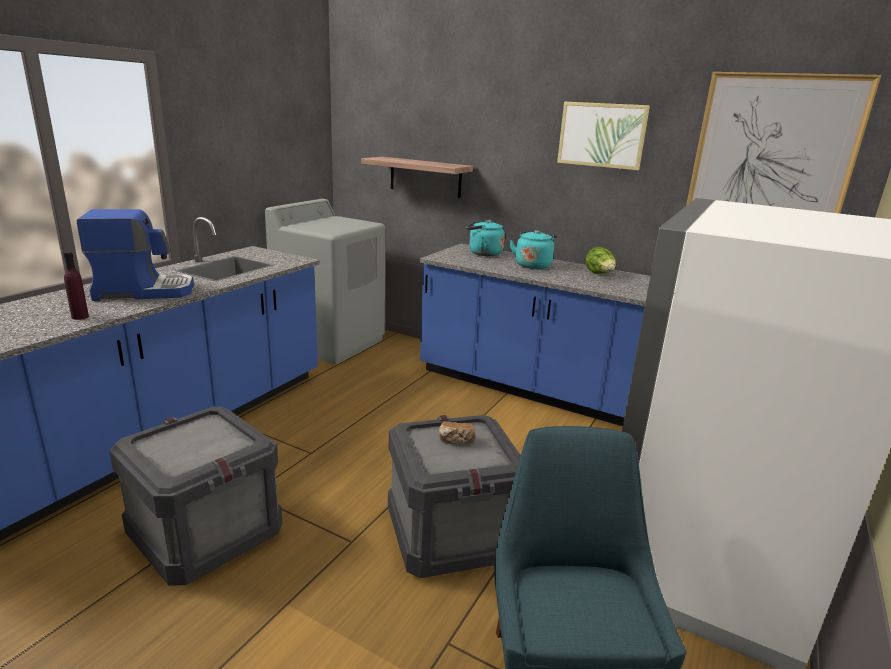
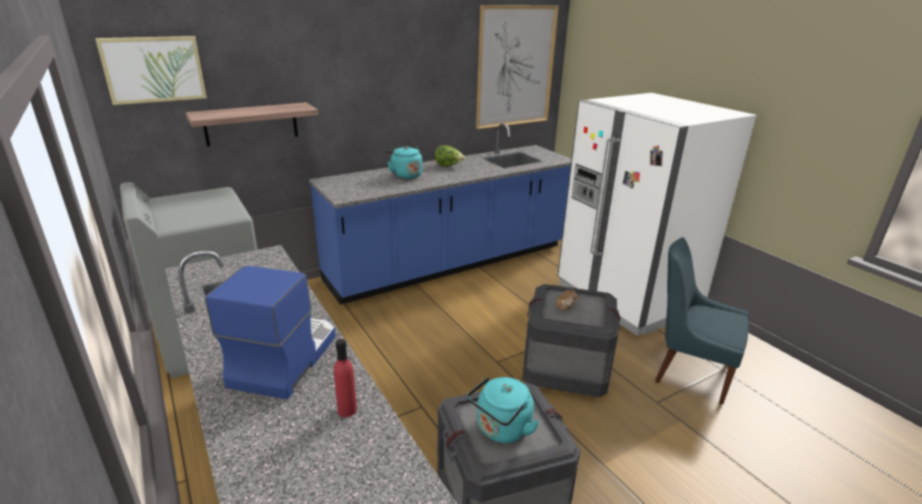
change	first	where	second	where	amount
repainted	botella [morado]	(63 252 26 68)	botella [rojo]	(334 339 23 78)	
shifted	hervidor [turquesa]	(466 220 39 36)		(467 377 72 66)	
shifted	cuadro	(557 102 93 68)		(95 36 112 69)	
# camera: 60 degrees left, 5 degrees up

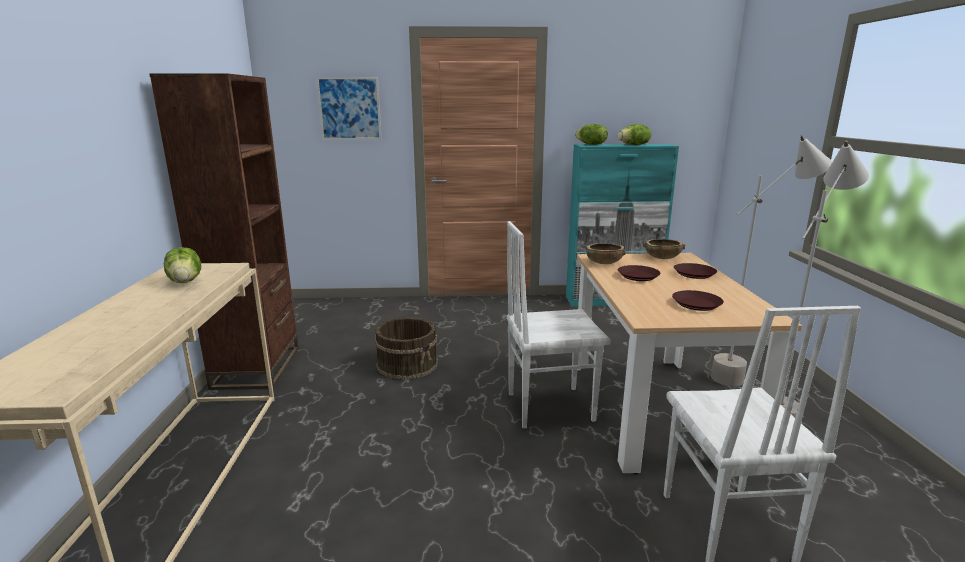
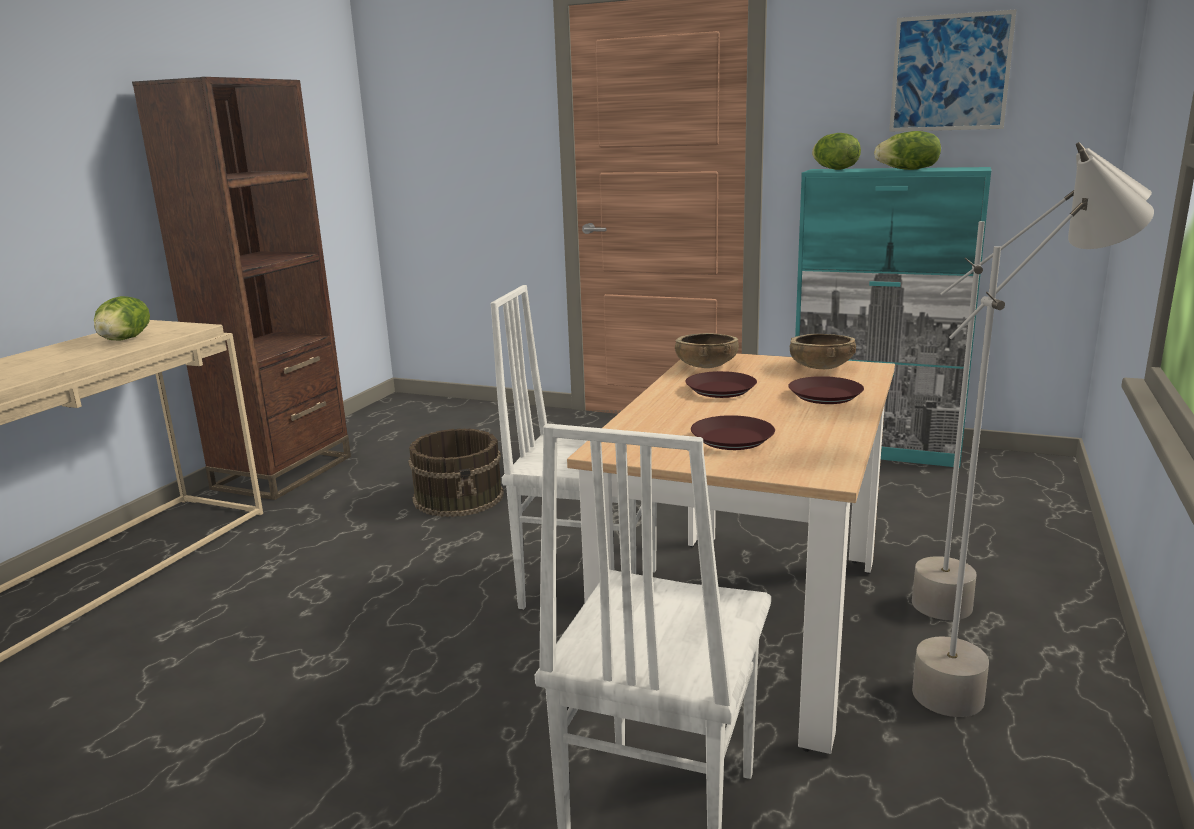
change	first	where	second	where	amount
shifted	cuadro	(316 77 66 63)		(889 9 128 123)	
# camera: 25 degrees right, 0 degrees up

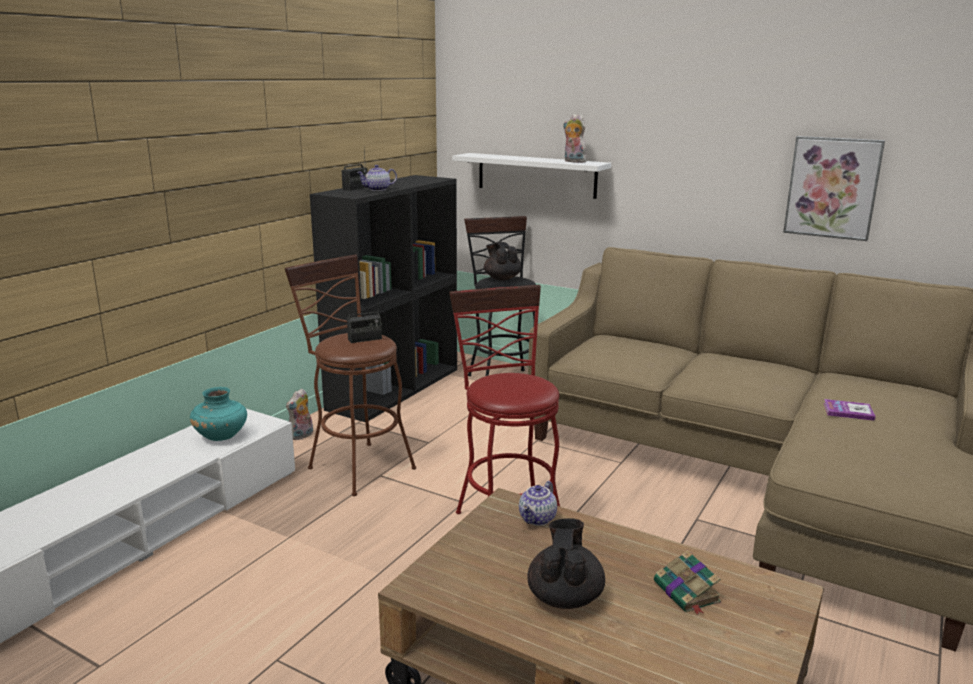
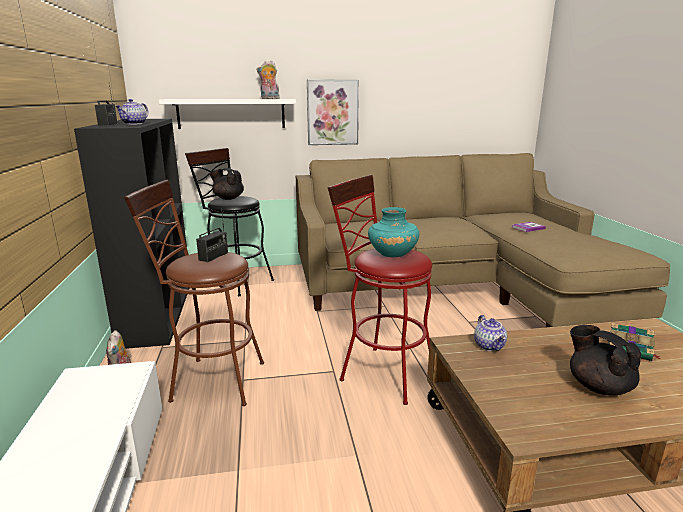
change	first	where	second	where	amount
shifted	florero [turquesa]	(190 387 57 54)		(368 207 52 50)	
shifted	cuadro	(783 136 102 105)		(307 79 52 66)	
# camera: 40 degrees left, 0 degrees up

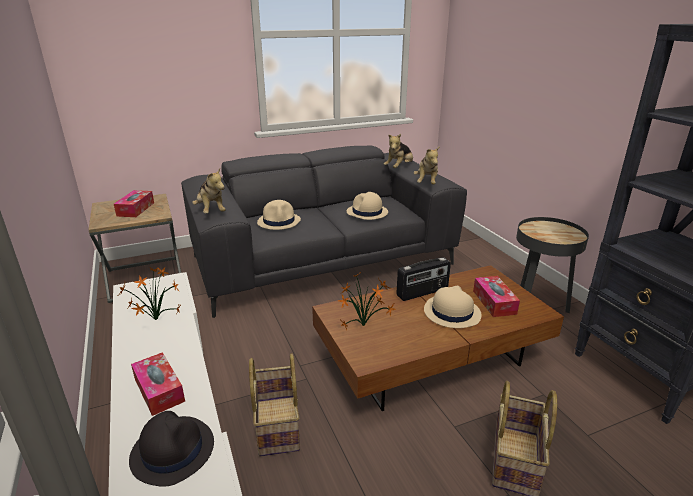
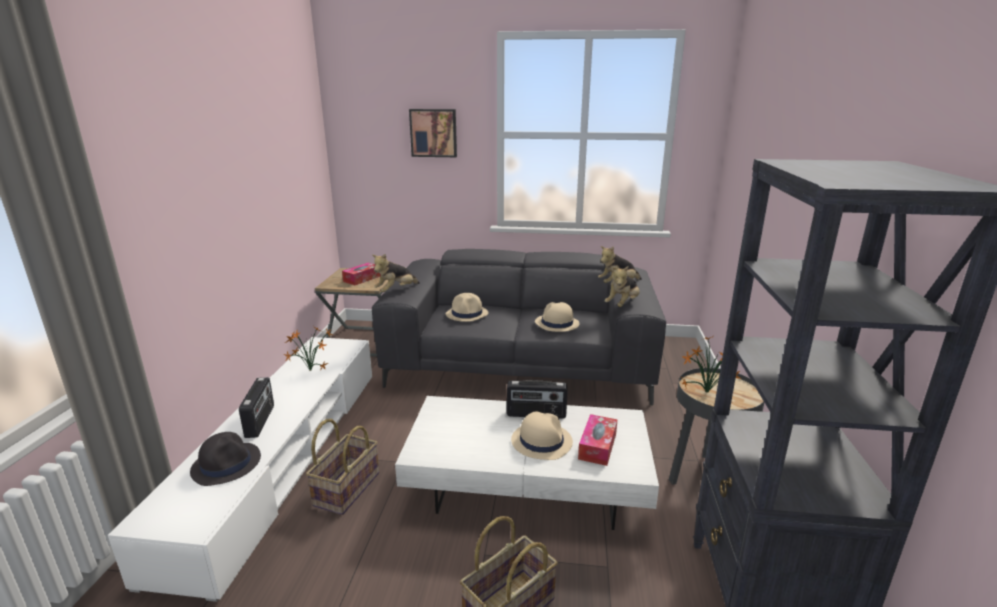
change	first	where	second	where	amount
swapped	caja de pañuelos	(131 352 54 64)	radio	(239 377 35 61)	
rotated	peluche	(192 168 34 46)		(372 254 48 38)	45 degrees clockwise
repainted	mesa de centro [marrón]	(312 265 252 146)	mesa de centro [blanco]	(395 396 264 134)	
shifted	planta en maceta	(338 274 58 56)		(681 336 60 57)	
new			cuadro	(409 109 48 48)	
# camera: 30 degrees right, 5 degrees down

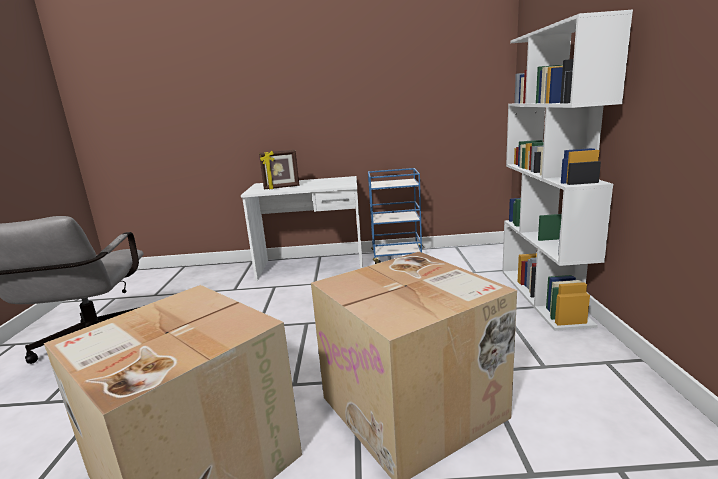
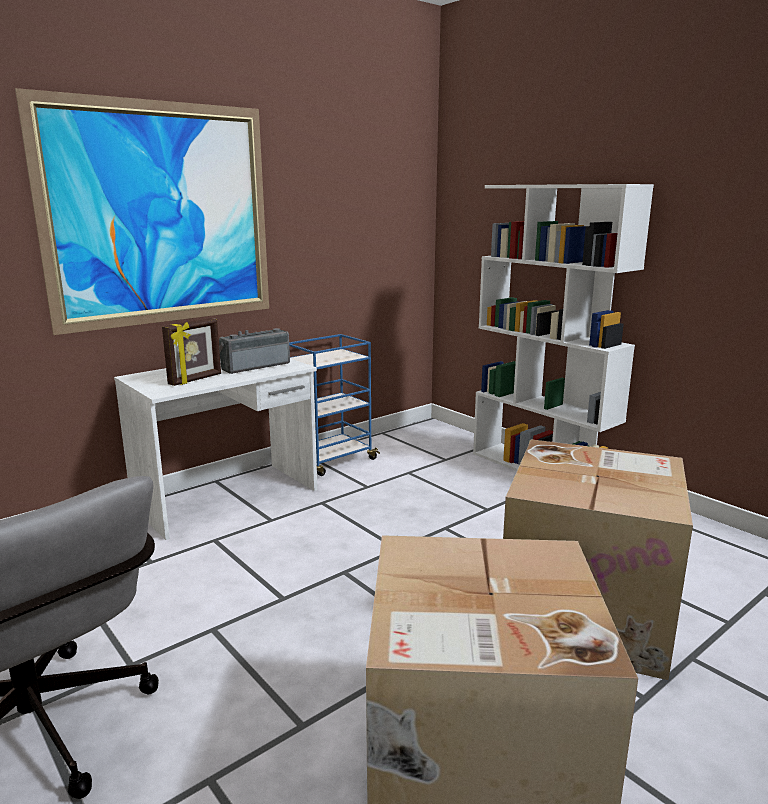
change	first	where	second	where	amount
new			cuadro	(15 88 254 247)	
new			radio	(219 328 71 46)	
# camera: 40 degrees left, 0 degrees up

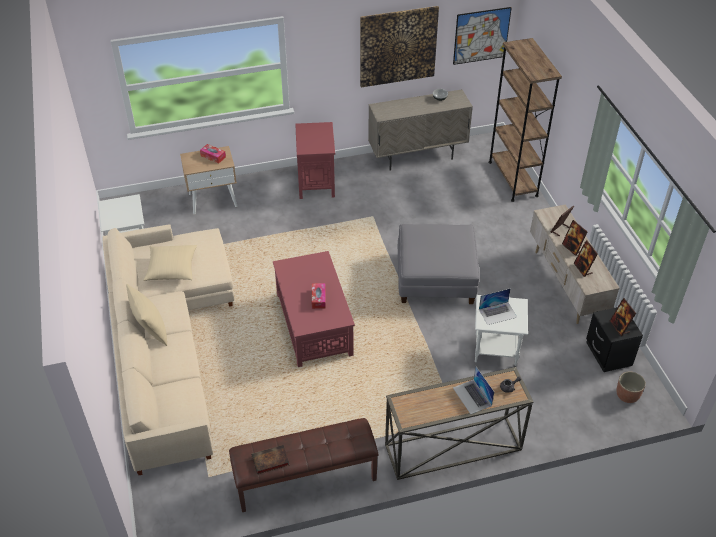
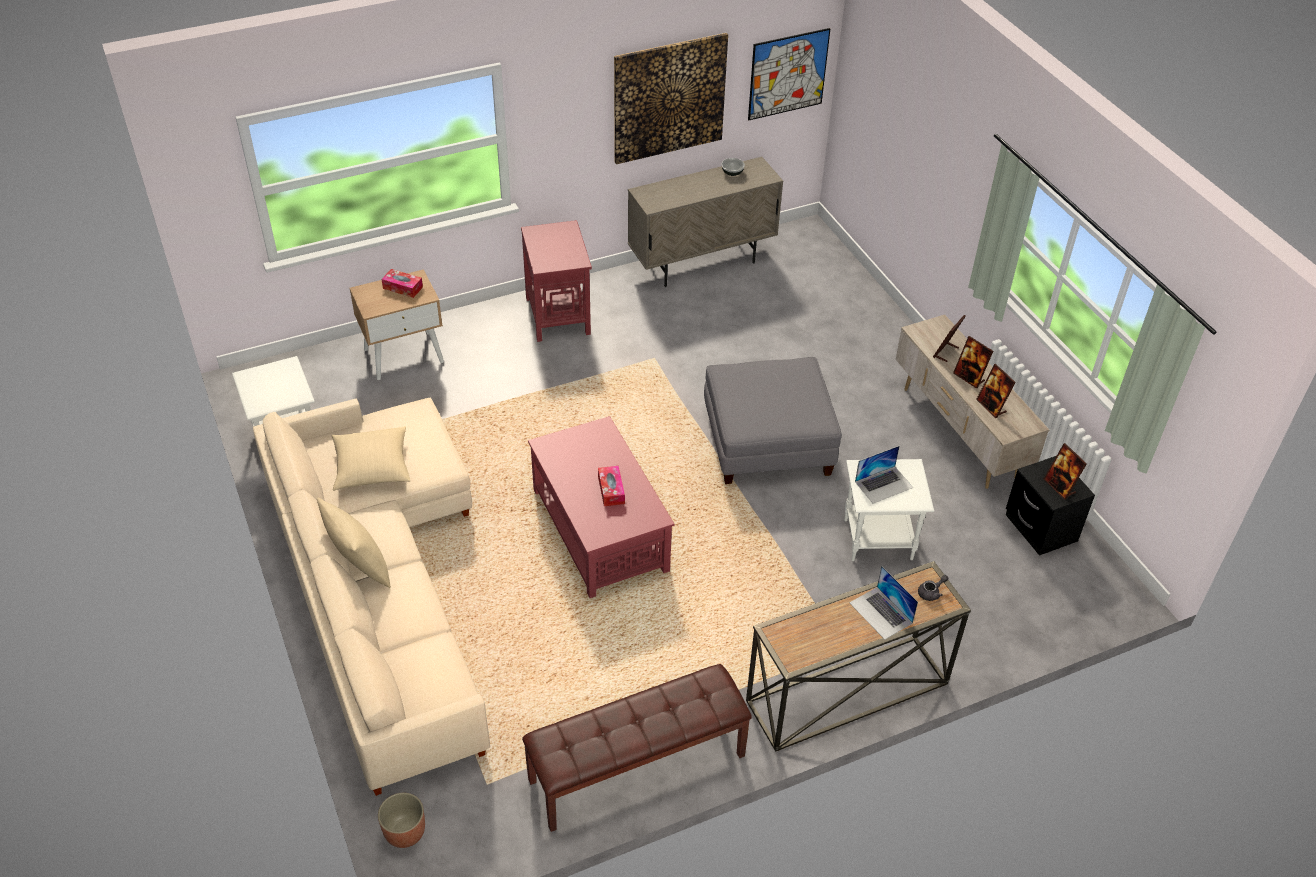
change	first	where	second	where	amount
gone	libro	(251 445 38 29)			
gone	estantería [marrón]	(488 38 74 164)			
shifted	maceta	(616 372 30 31)		(378 793 47 55)	
# camera: 10 degrees left, 0 degrees up

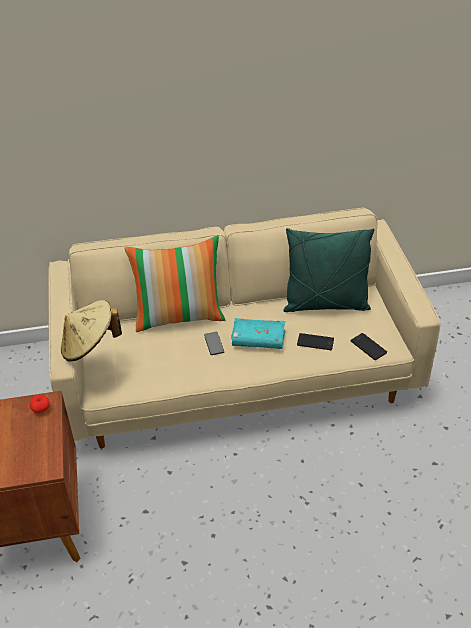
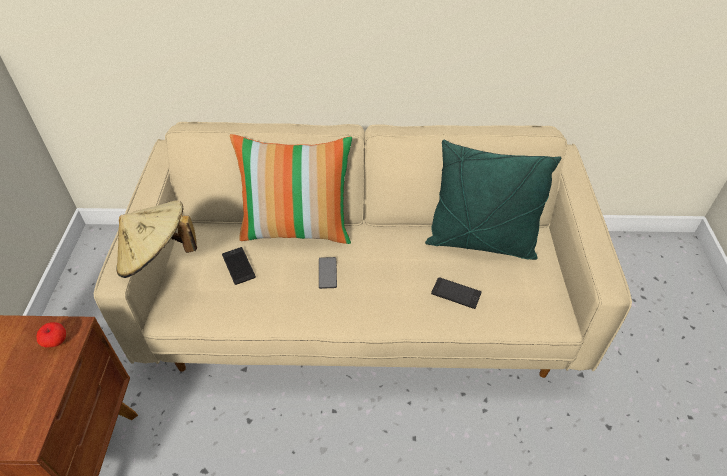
change	first	where	second	where	amount
gone	libro [turquesa]	(231 318 54 31)			
shifted	móvil	(351 333 36 27)		(222 247 34 38)	
# camera: 10 degrees right, 5 degrees up

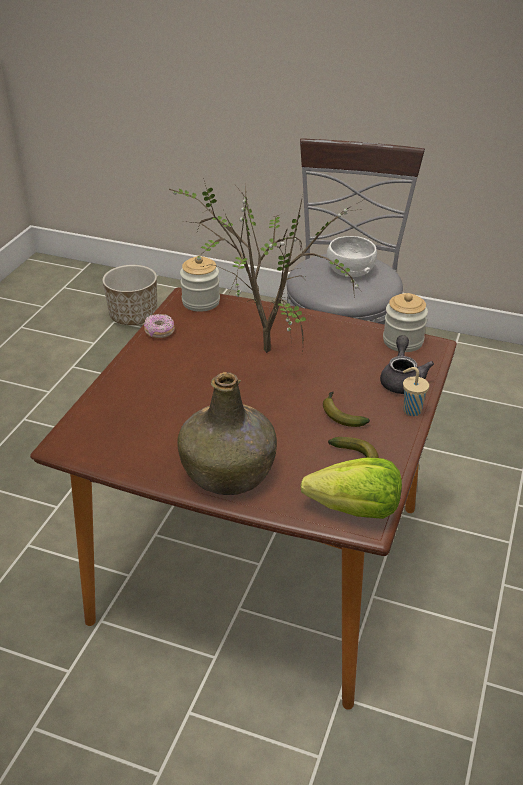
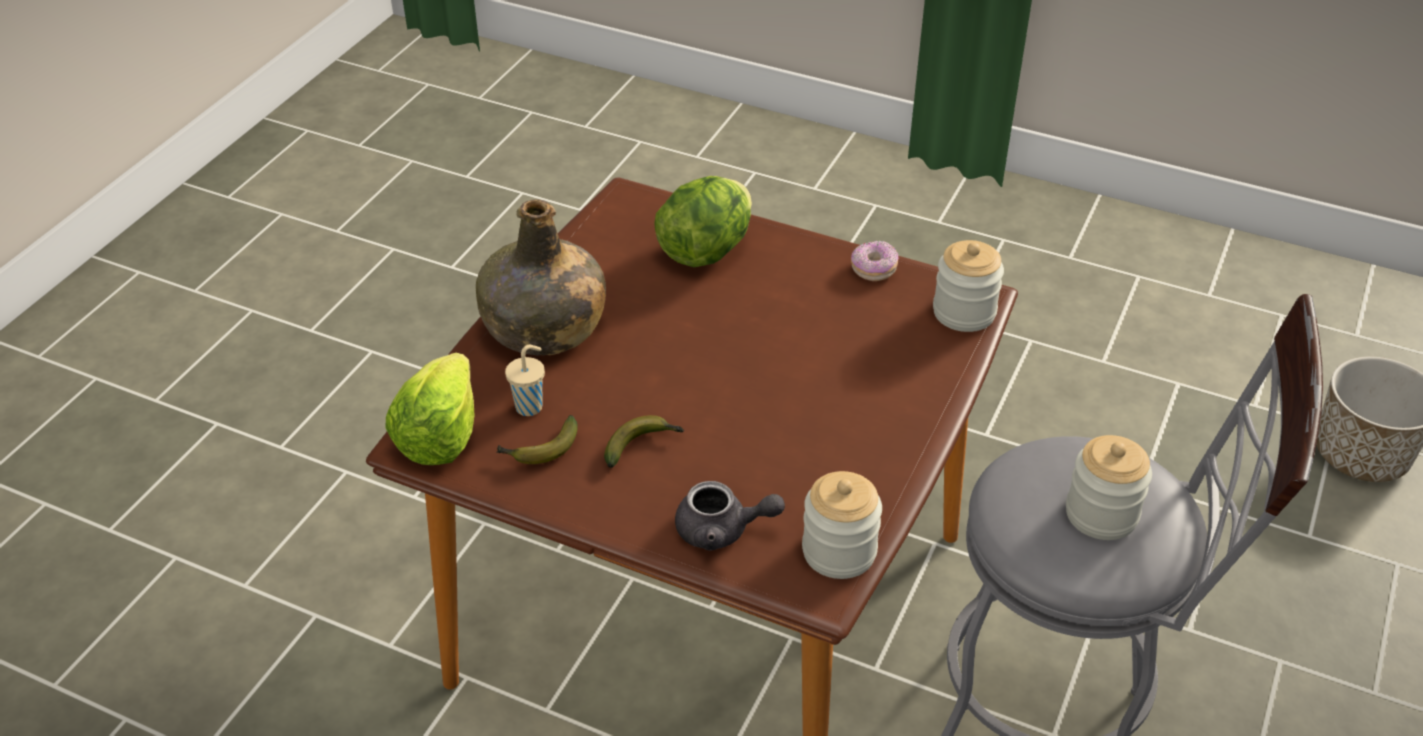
change	first	where	second	where	amount
gone	planta en maceta	(169 178 196 175)			
swapped	cuenco [blanco]	(327 236 50 41)	tarro	(1066 435 86 105)	
shifted	taza [beis]	(403 367 26 49)		(505 344 40 72)	
new			lechuga	(654 176 98 91)	
# camera: 95 degrees right, 5 degrees up

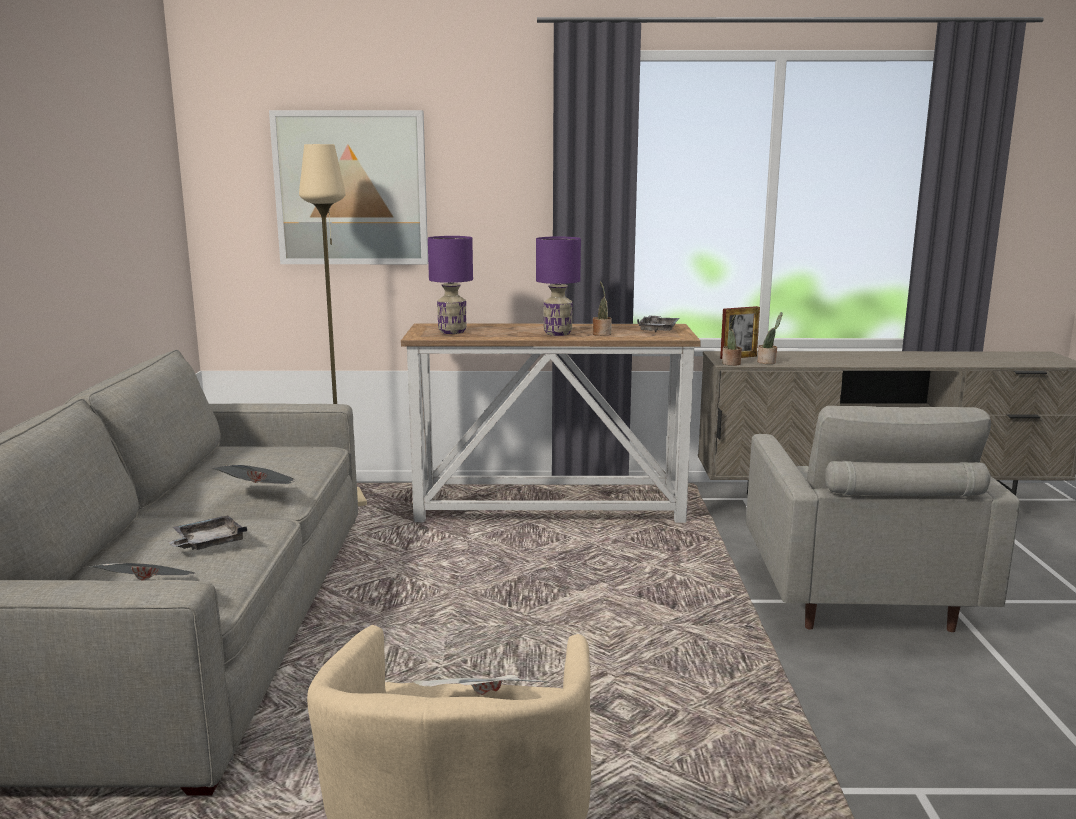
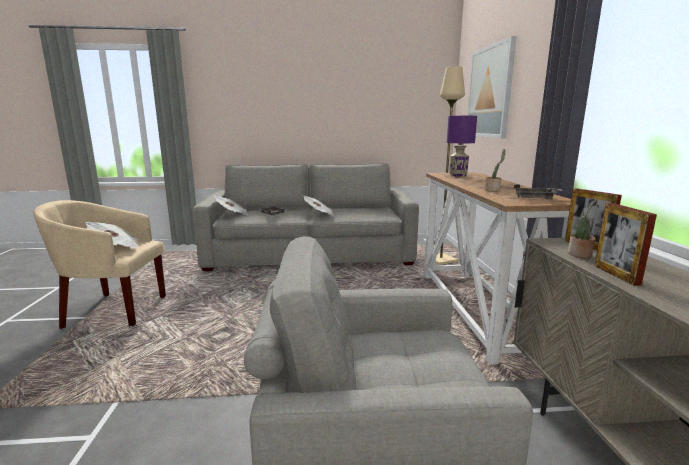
change	first	where	second	where	amount
gone	lámpara de mesa [morado]	(536 237 45 99)			
gone	planta en maceta	(722 314 20 52)			
new			portarretratos	(594 203 63 83)	
# camera: 85 degrees right, 0 degrees up

